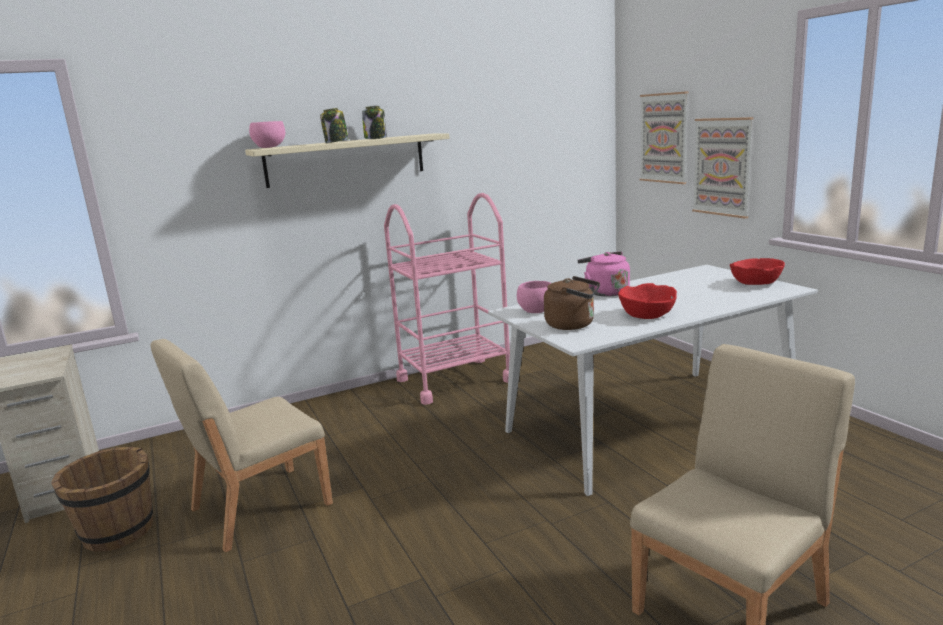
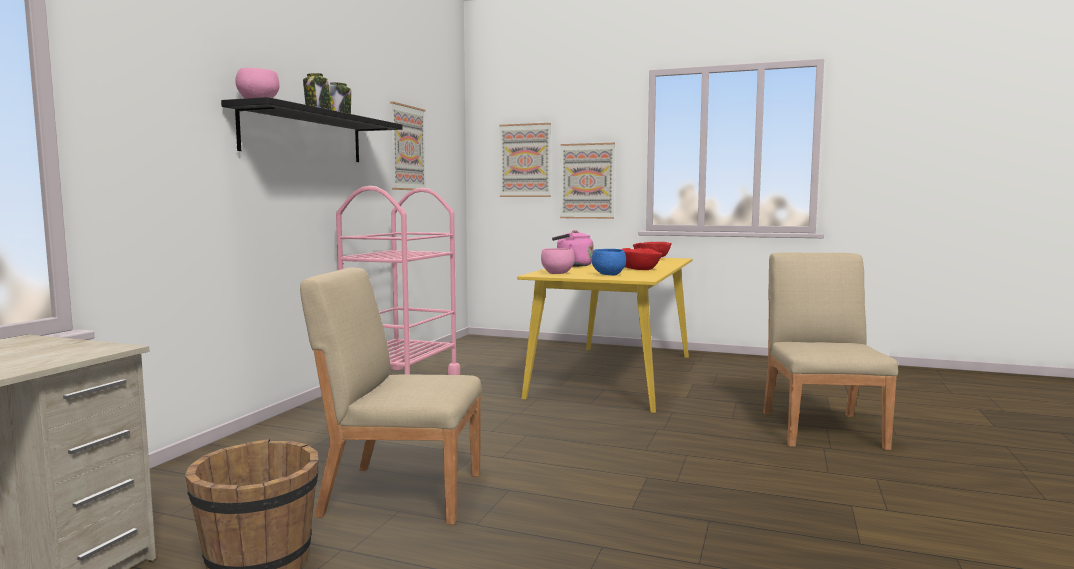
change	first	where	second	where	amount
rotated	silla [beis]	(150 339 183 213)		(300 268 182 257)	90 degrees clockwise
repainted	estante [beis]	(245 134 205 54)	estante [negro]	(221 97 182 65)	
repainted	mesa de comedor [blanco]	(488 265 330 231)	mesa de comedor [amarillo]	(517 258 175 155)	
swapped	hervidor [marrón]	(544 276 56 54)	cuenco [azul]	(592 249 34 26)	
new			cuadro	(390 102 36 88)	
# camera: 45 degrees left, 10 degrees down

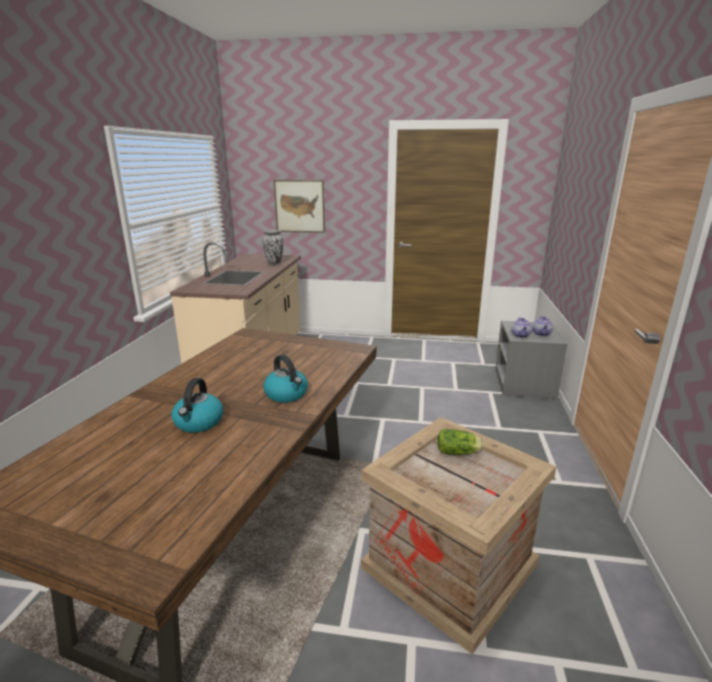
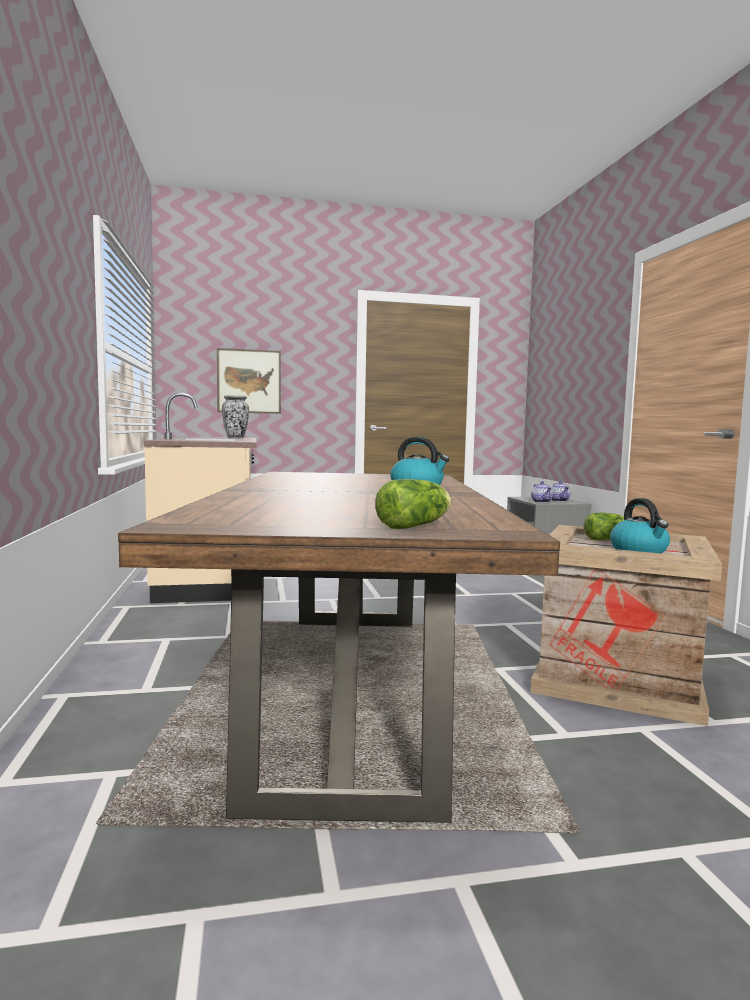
change	first	where	second	where	amount
shifted	hervidor	(171 378 52 55)		(610 498 60 55)	
new			lechuga	(375 479 76 50)	
# camera: 20 degrees left, 15 degrees down

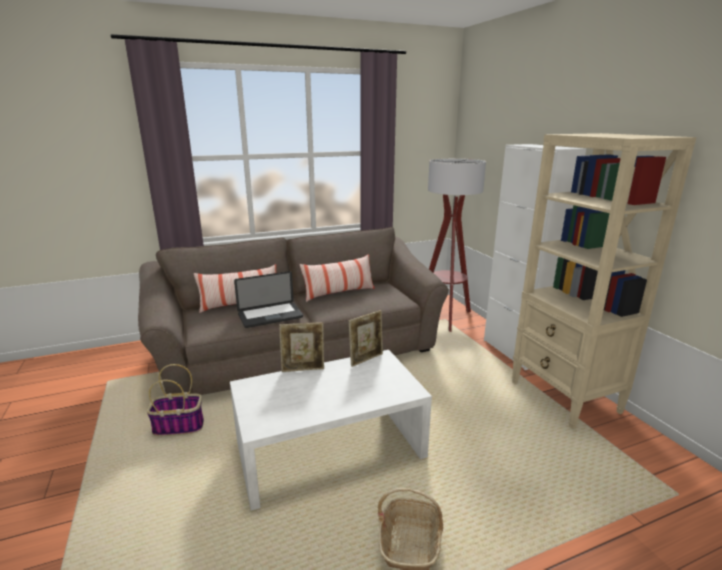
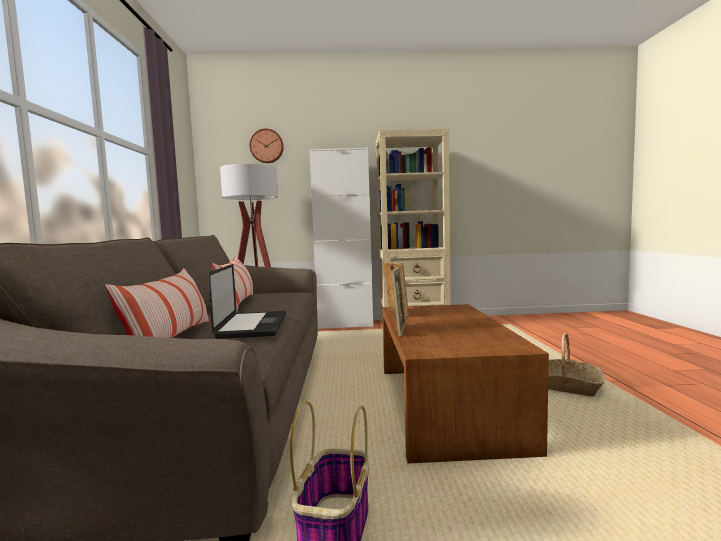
change	first	where	second	where	amount
repainted	mesa de centro [blanco]	(230 350 202 161)	mesa de centro [marrón]	(382 304 167 160)	
new			reloj de pared	(249 129 35 34)	
# camera: 70 degrees left, 15 degrees down

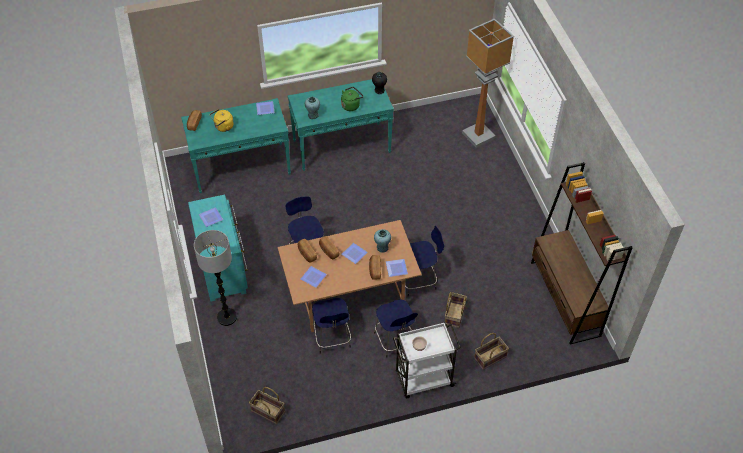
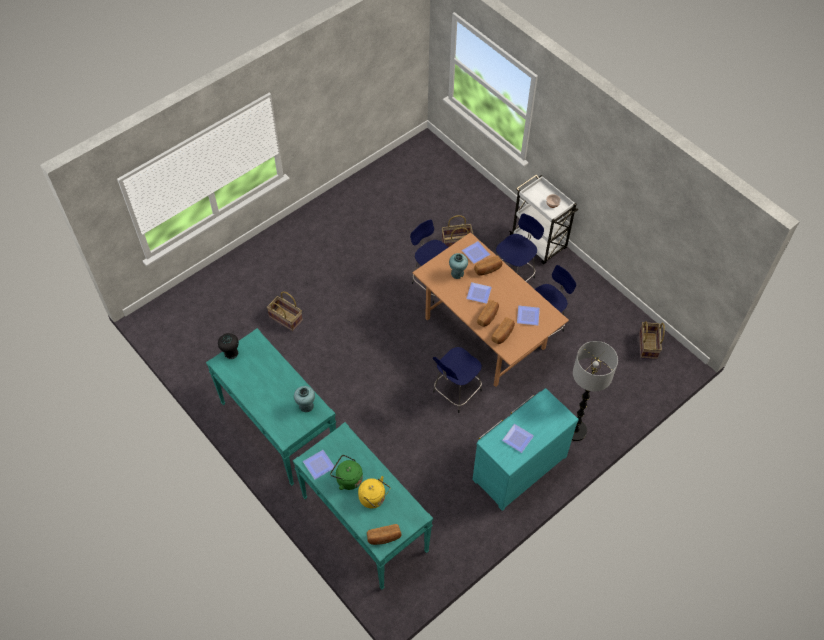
change	first	where	second	where	amount
shifted	hervidor [verde]	(341 87 22 24)		(330 455 33 35)	
gone	lámpara de pie	(462 18 52 130)			
shifted	cesta	(474 333 35 37)		(267 291 36 40)	
gone	estantería [marrón]	(531 162 102 182)			
# camera: 115 degrees left, 5 degrees up

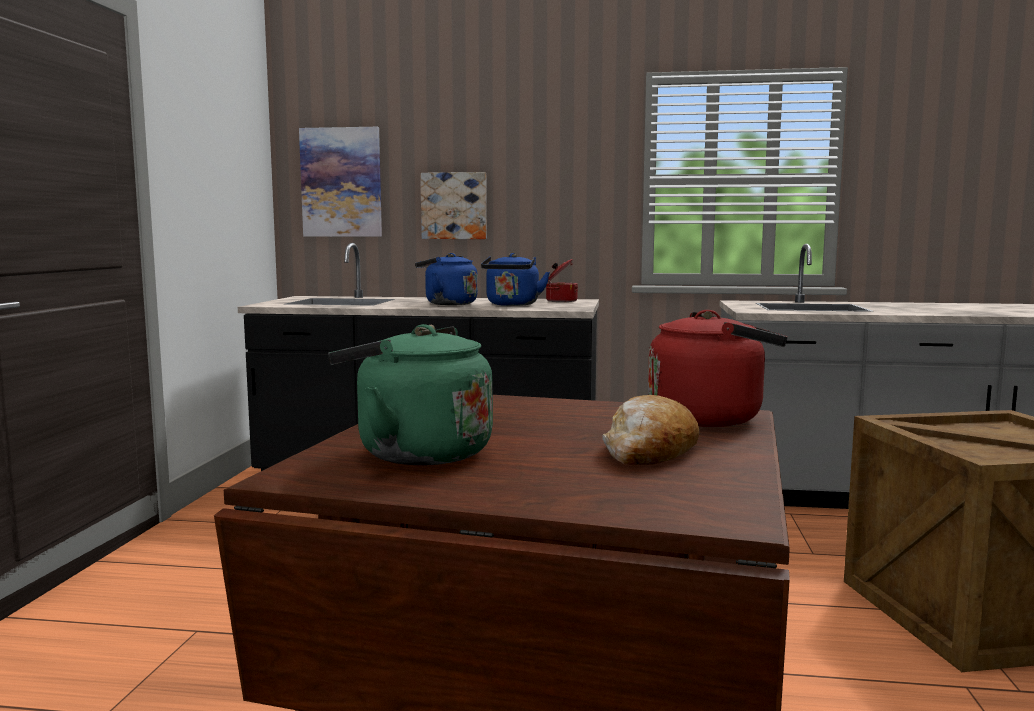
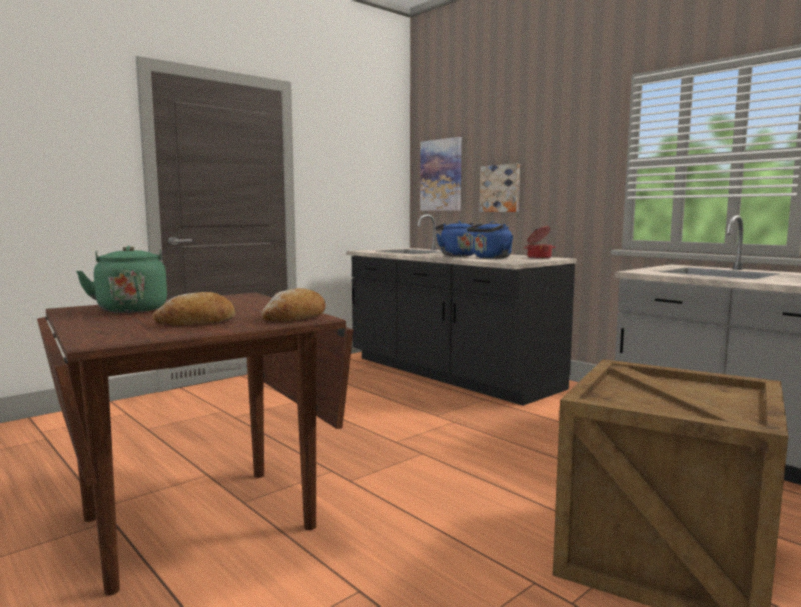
change	first	where	second	where	amount
swapped	hervidor [rojo]	(648 310 139 117)	pan	(261 288 65 34)	
# camera: 40 degrees right, 0 degrees up

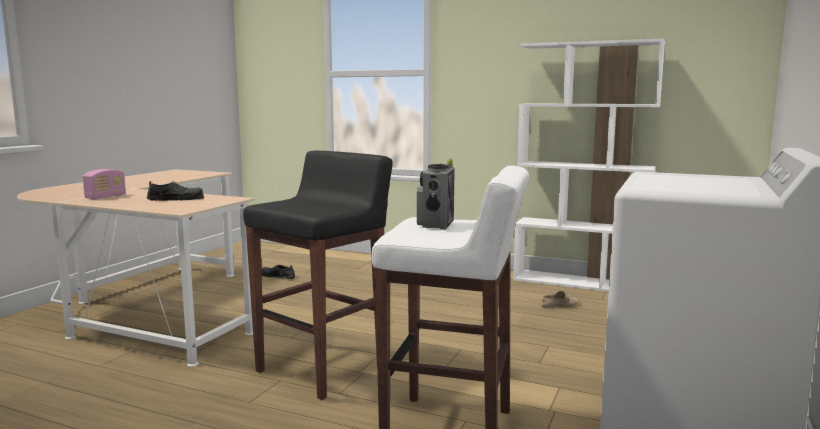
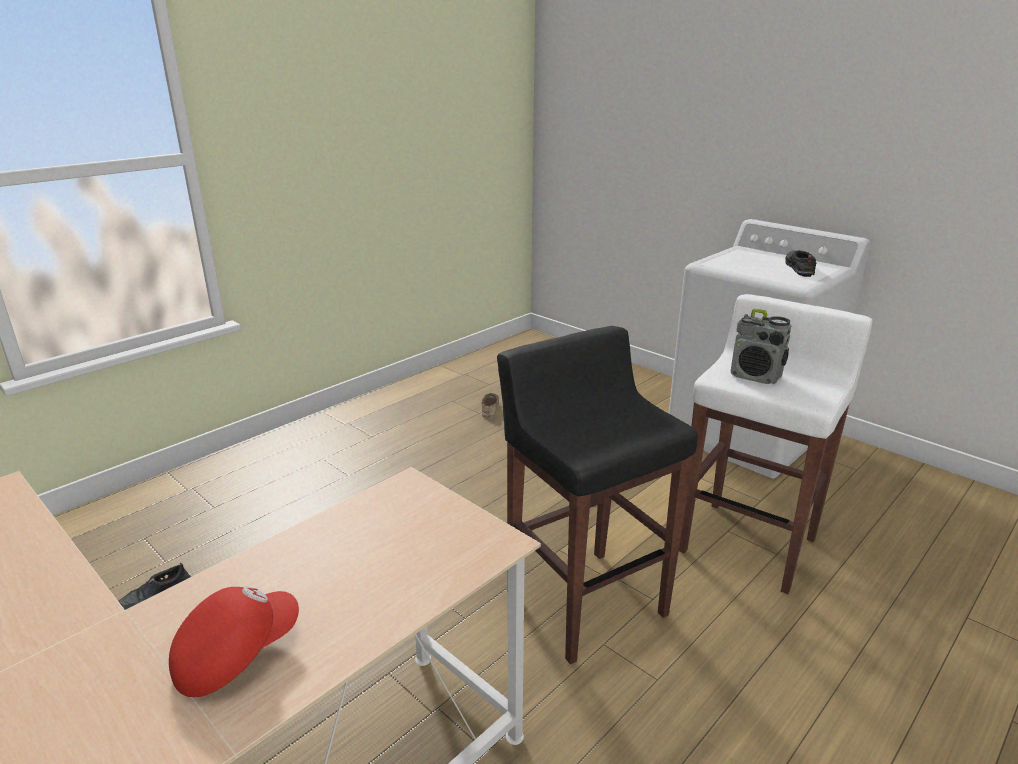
change	first	where	second	where	amount
swapped	radio	(83 169 43 31)	gorra [rojo]	(169 586 130 111)	
shifted	zapato [negro]	(147 181 57 20)		(785 250 31 27)	
gone	estantería [blanco]	(513 39 152 253)			
# camera: 70 degrees left, 15 degrees up

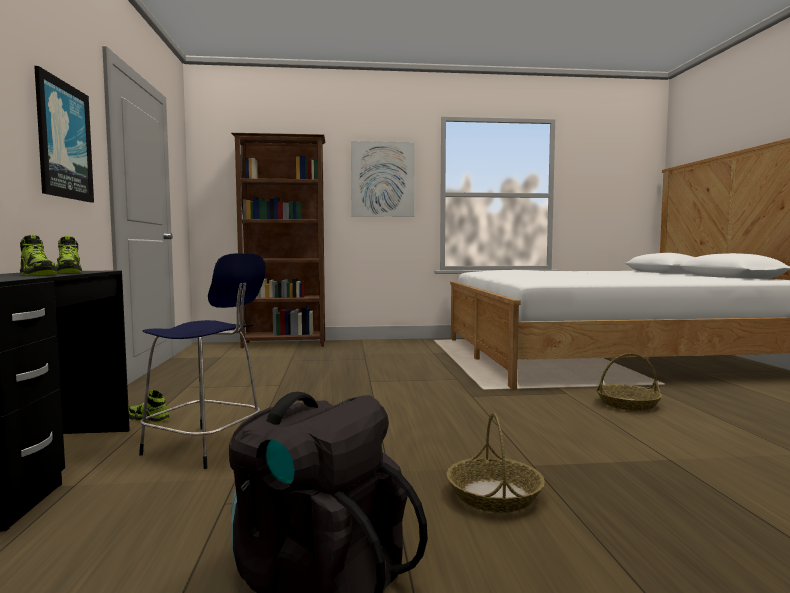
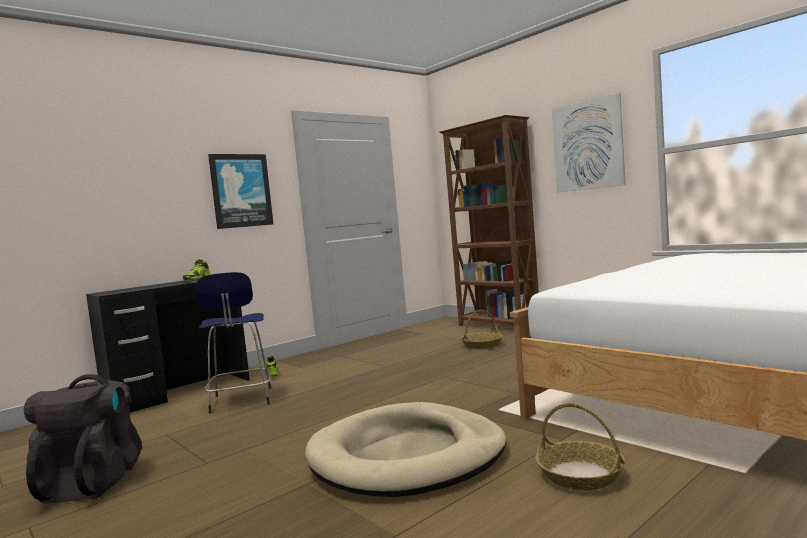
change	first	where	second	where	amount
gone	zapato	(20 234 37 41)			
shifted	cesta	(447 413 98 100)		(460 310 42 39)	
new			cama para perro [beis]	(305 402 201 95)	
# camera: 55 degrees right, 0 degrees up

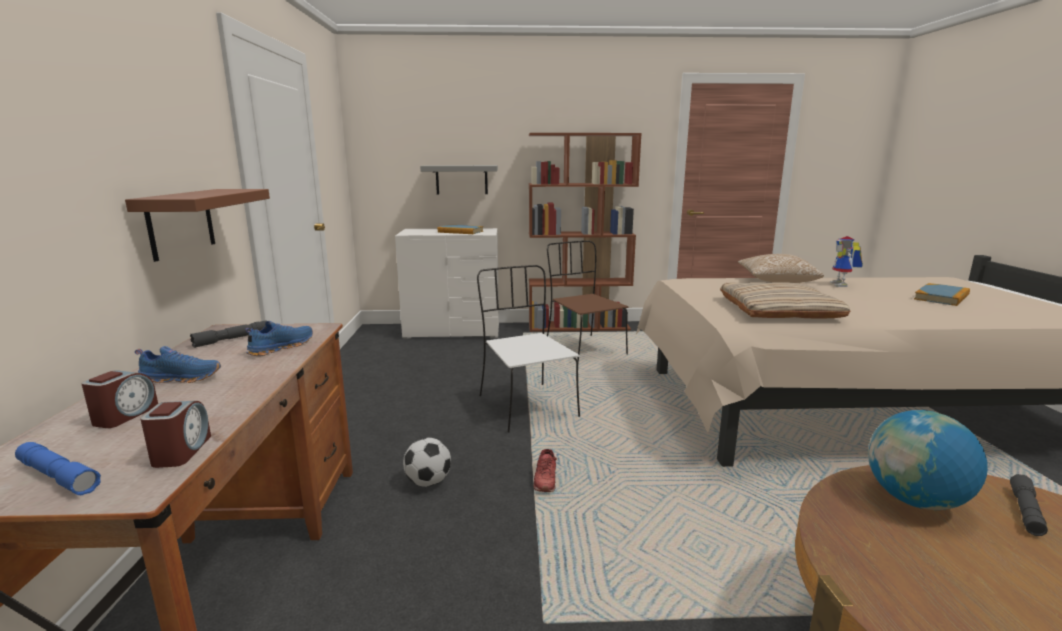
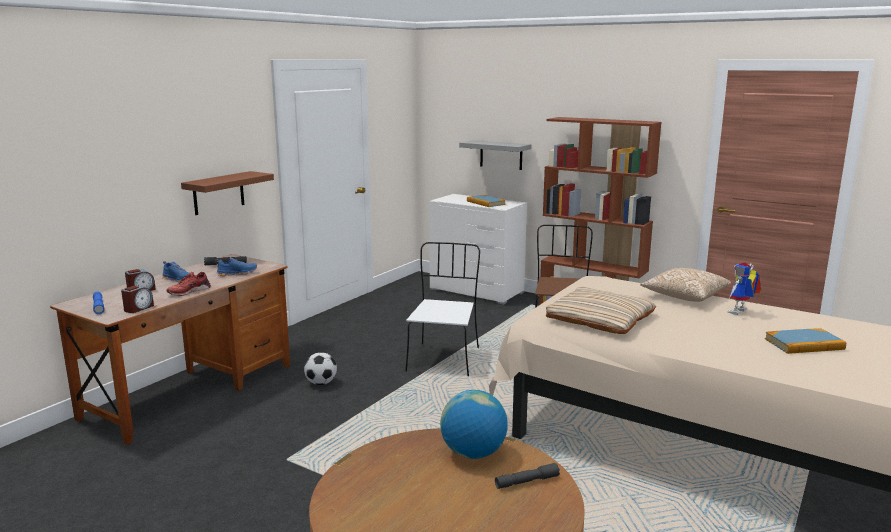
change	first	where	second	where	amount
shifted	zapato [rojo]	(533 449 24 43)		(166 272 45 24)	
# camera: 35 degrees right, 0 degrees up

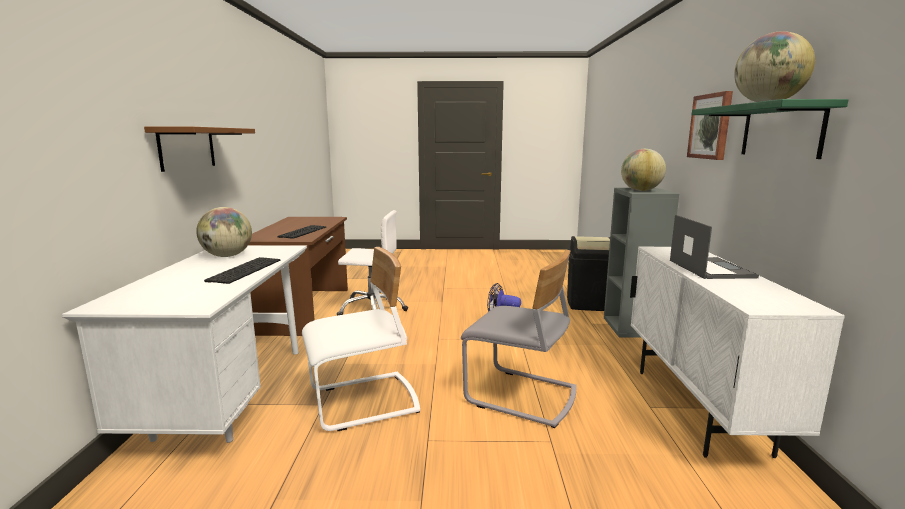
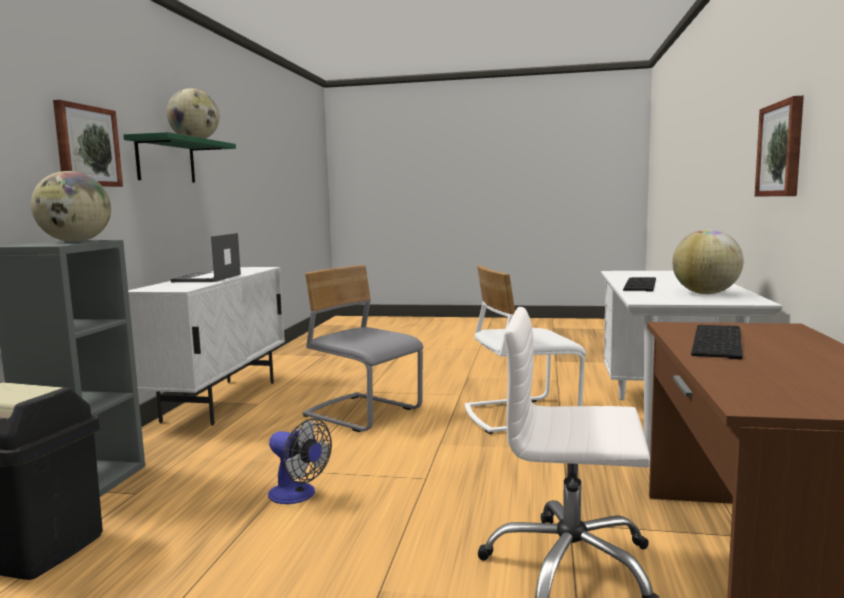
change	first	where	second	where	amount
swapped	estante [marrón]	(144 127 111 45)	cuadro	(755 96 49 100)	
# camera: 170 degrees left, 5 degrees down

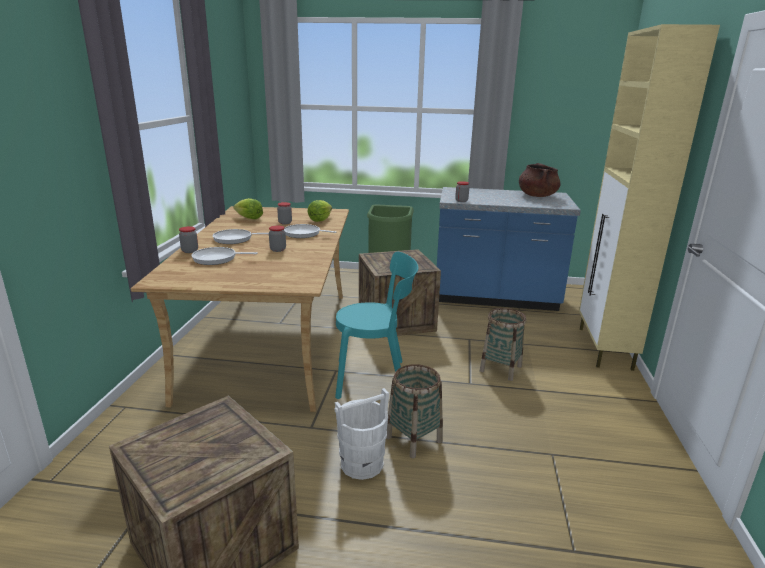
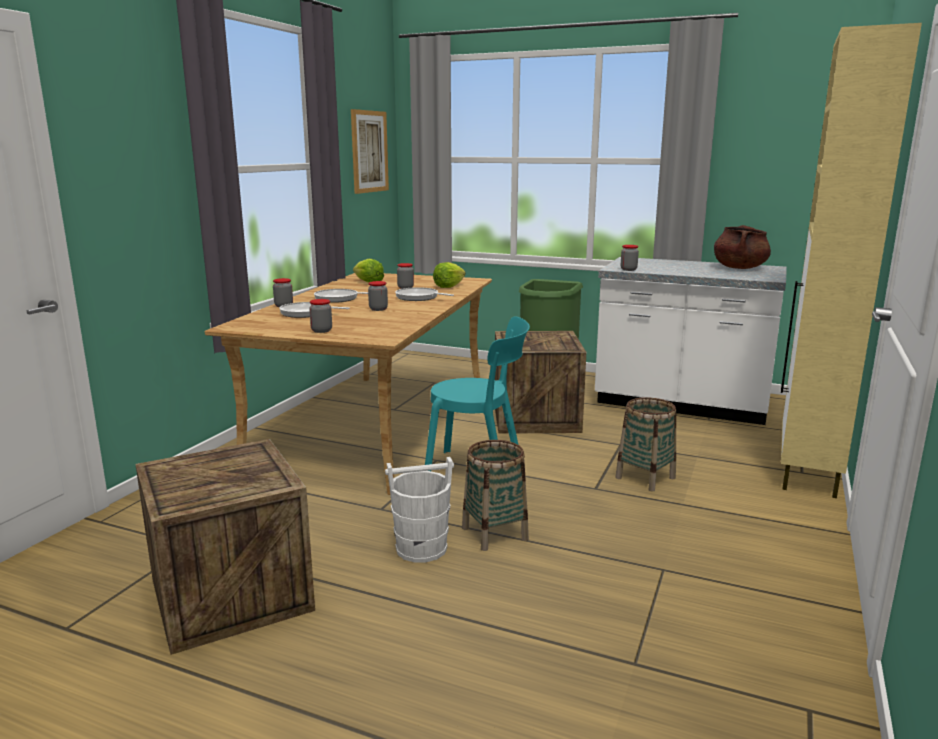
change	first	where	second	where	amount
repainted	mueble bajo de cocina [azul]	(437 187 144 124)	mueble bajo de cocina [blanco]	(595 257 192 168)	
new			tarro	(309 299 23 34)	
new			cuadro	(351 109 38 85)	
# camera: 15 degrees right, 5 degrees down

